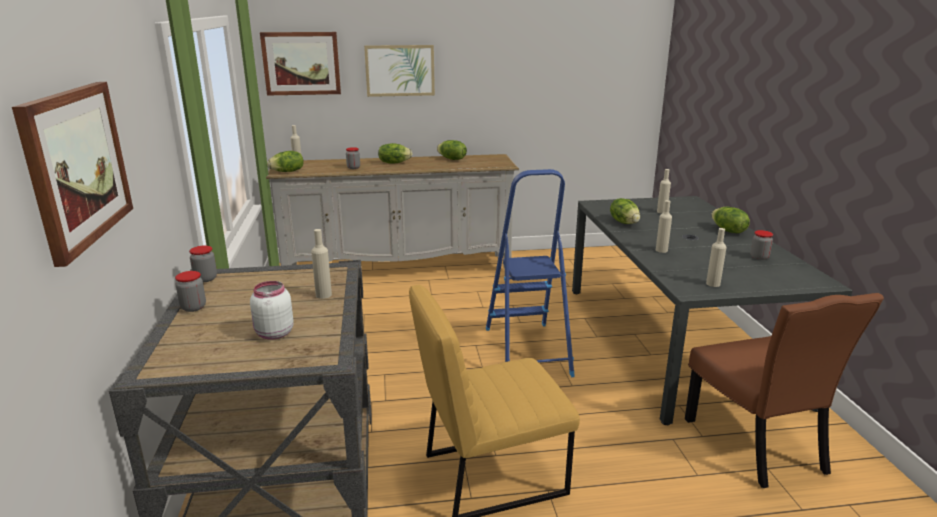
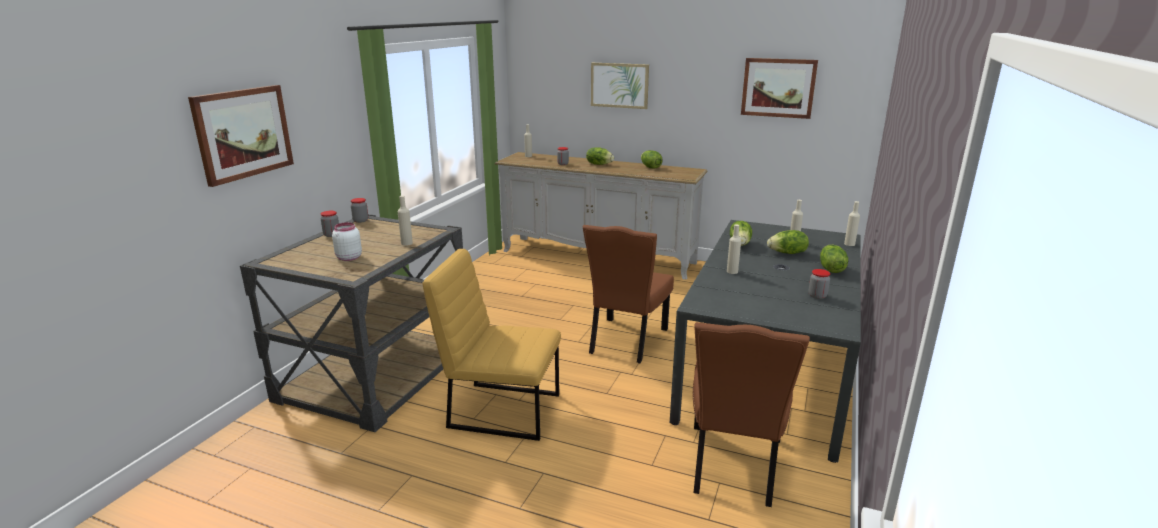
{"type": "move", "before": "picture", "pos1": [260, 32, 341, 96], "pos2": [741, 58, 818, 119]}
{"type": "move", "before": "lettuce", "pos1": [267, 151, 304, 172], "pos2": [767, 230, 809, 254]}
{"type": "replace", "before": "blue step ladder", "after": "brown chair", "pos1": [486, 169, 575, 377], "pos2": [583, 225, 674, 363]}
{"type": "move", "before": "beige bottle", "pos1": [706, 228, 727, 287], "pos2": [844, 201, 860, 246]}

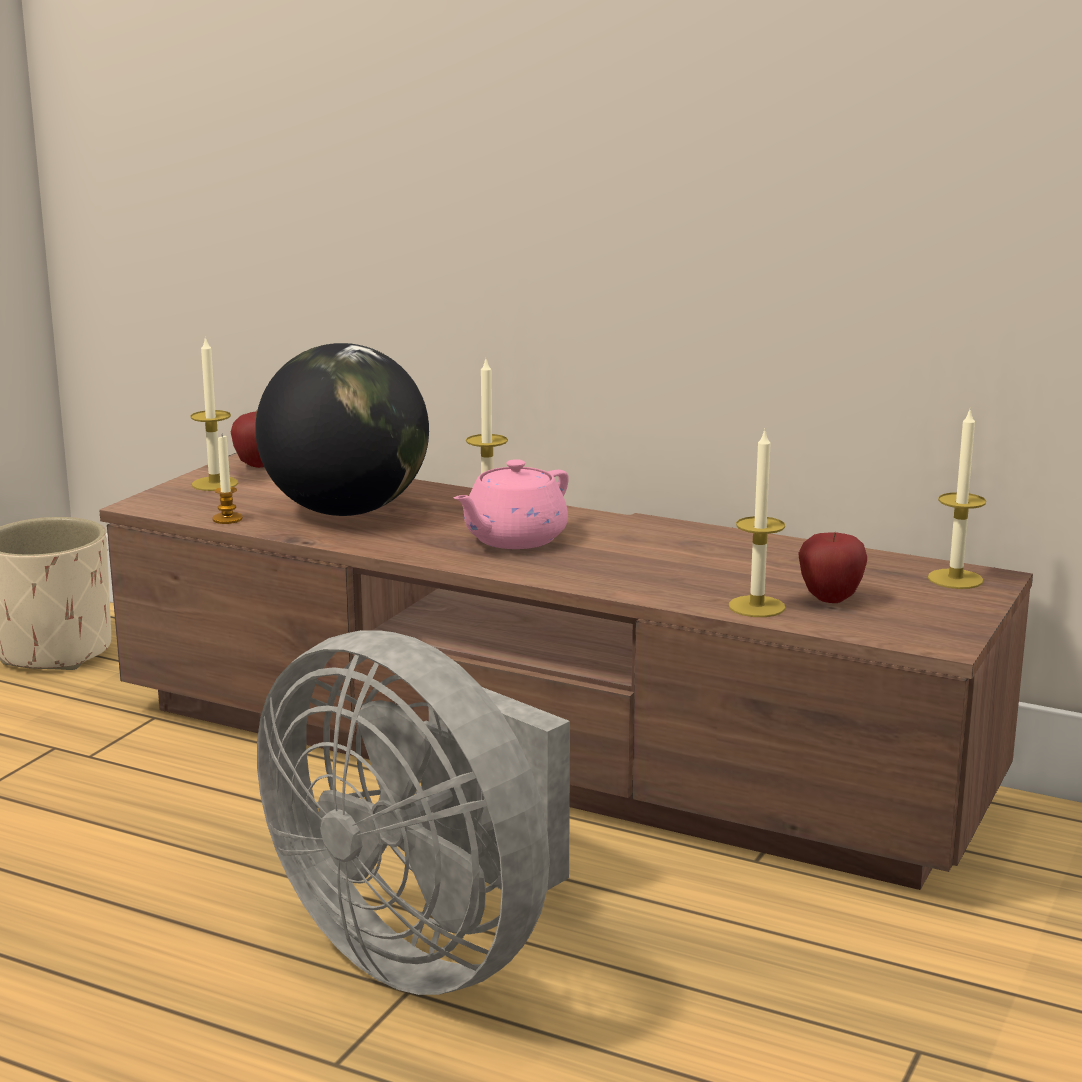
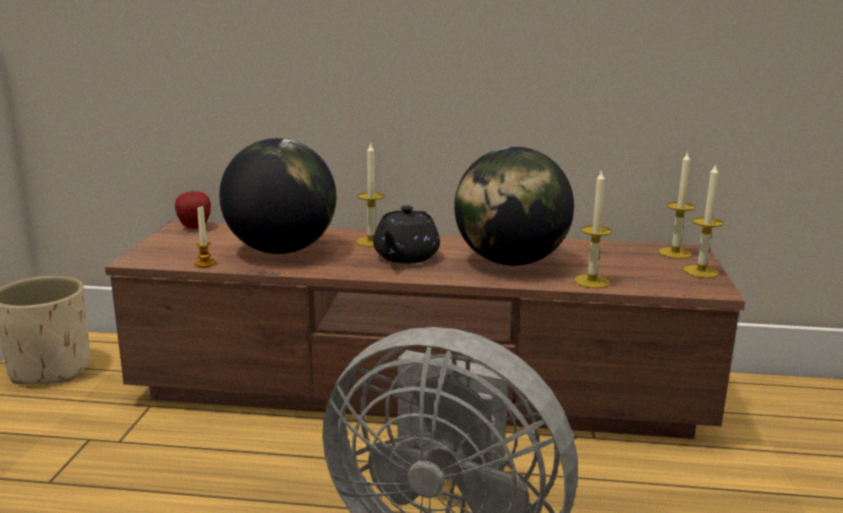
{"type": "move", "before": "candle", "pos1": [190, 336, 238, 491], "pos2": [684, 163, 724, 278]}
{"type": "recolor", "before": "pink teapot", "after": "black teapot", "pos1": [454, 459, 569, 549], "pos2": [373, 206, 440, 263]}
{"type": "delete", "before": "apple", "pos1": [798, 532, 867, 603]}
{"type": "insert", "after": "globe", "pos2": [454, 147, 574, 266]}

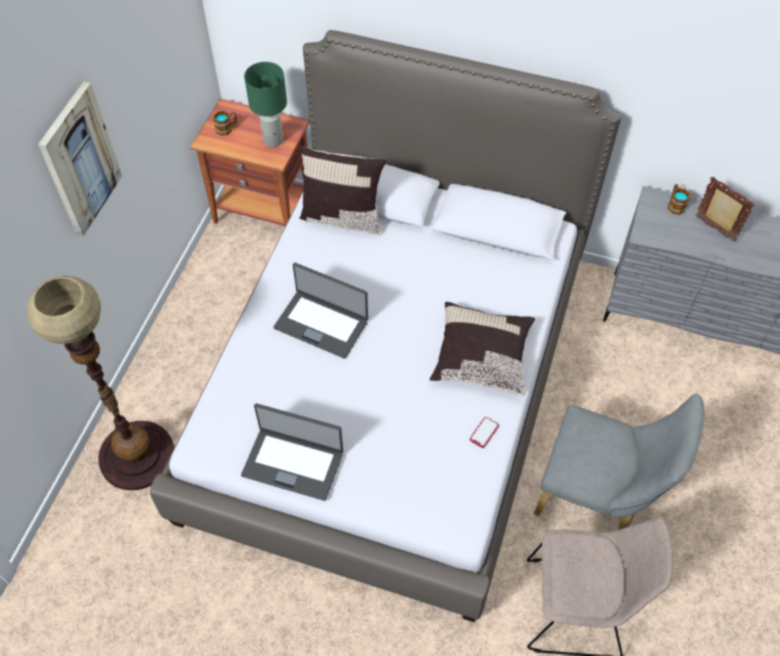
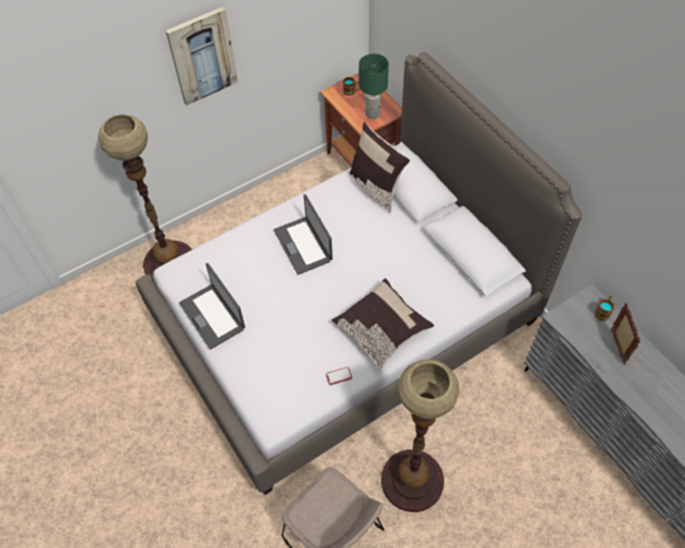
{"type": "replace", "before": "grey chair", "after": "floor lamp", "pos1": [534, 394, 704, 530], "pos2": [381, 359, 459, 512]}

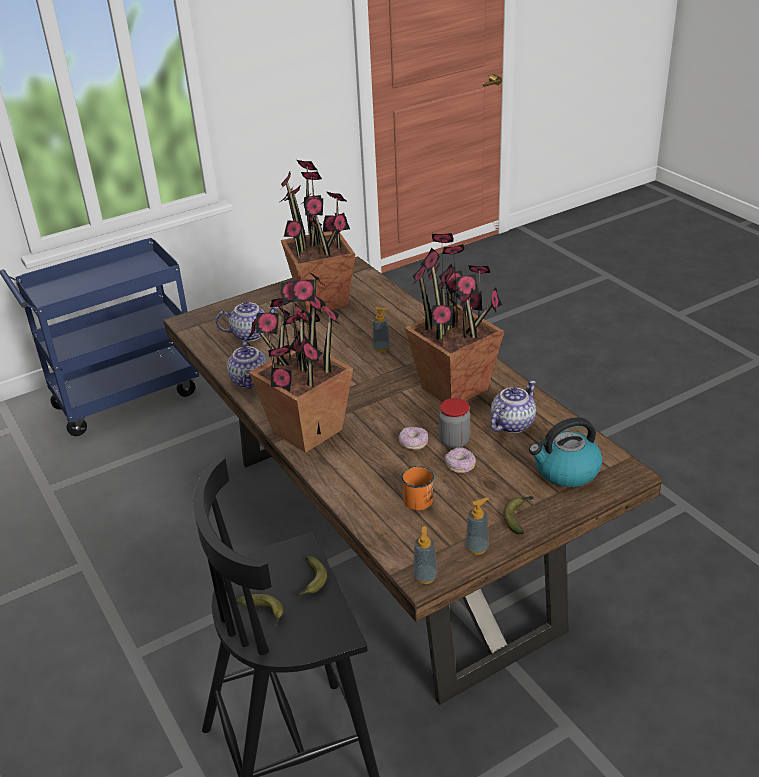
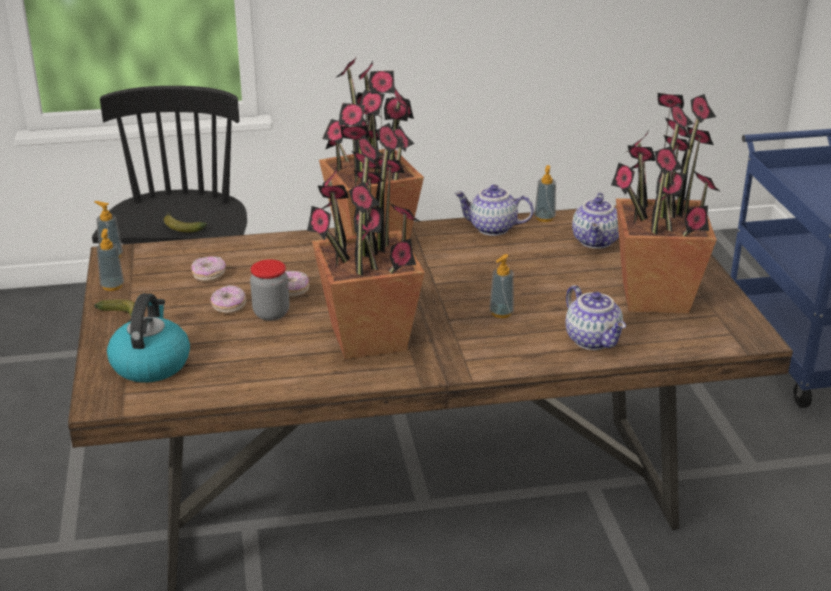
{"type": "delete", "before": "banana", "pos1": [236, 594, 284, 628]}
{"type": "replace", "before": "orange mug", "after": "donut", "pos1": [401, 466, 434, 510], "pos2": [191, 256, 226, 282]}
{"type": "move", "before": "teapot", "pos1": [490, 381, 536, 433], "pos2": [566, 285, 626, 350]}
{"type": "insert", "after": "soap dispenser", "pos2": [534, 165, 556, 222]}

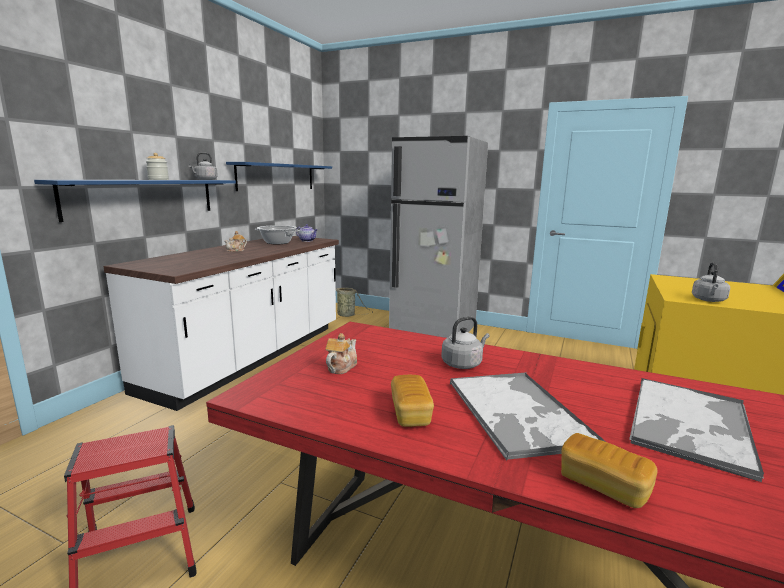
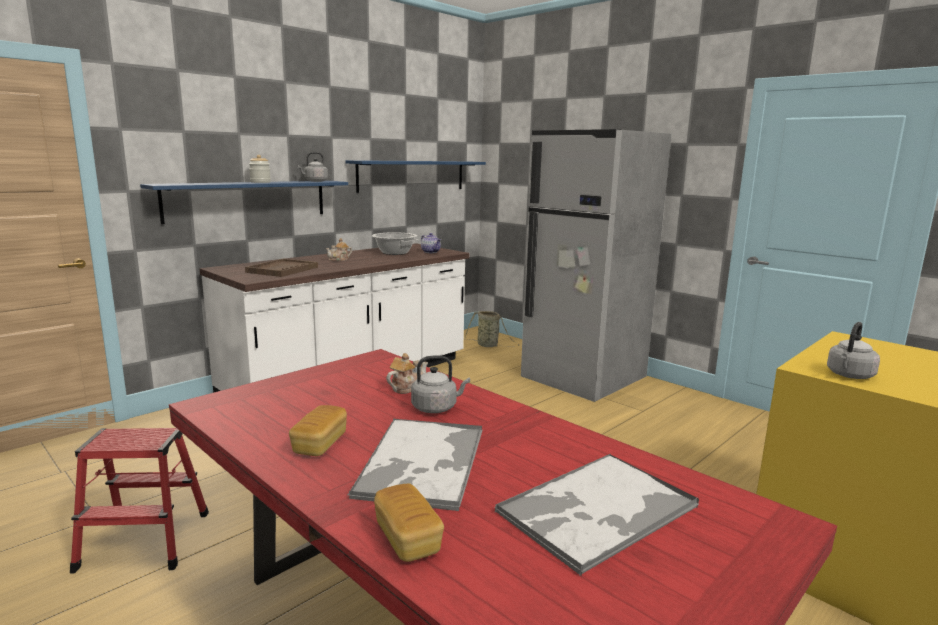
{"type": "move", "before": "teapot", "pos1": [325, 333, 357, 374], "pos2": [386, 353, 428, 394]}
{"type": "insert", "after": "brown tray", "pos2": [245, 258, 318, 277]}

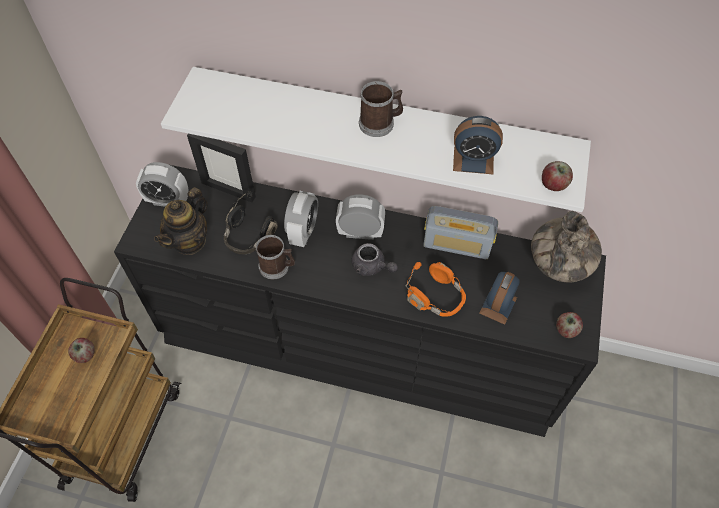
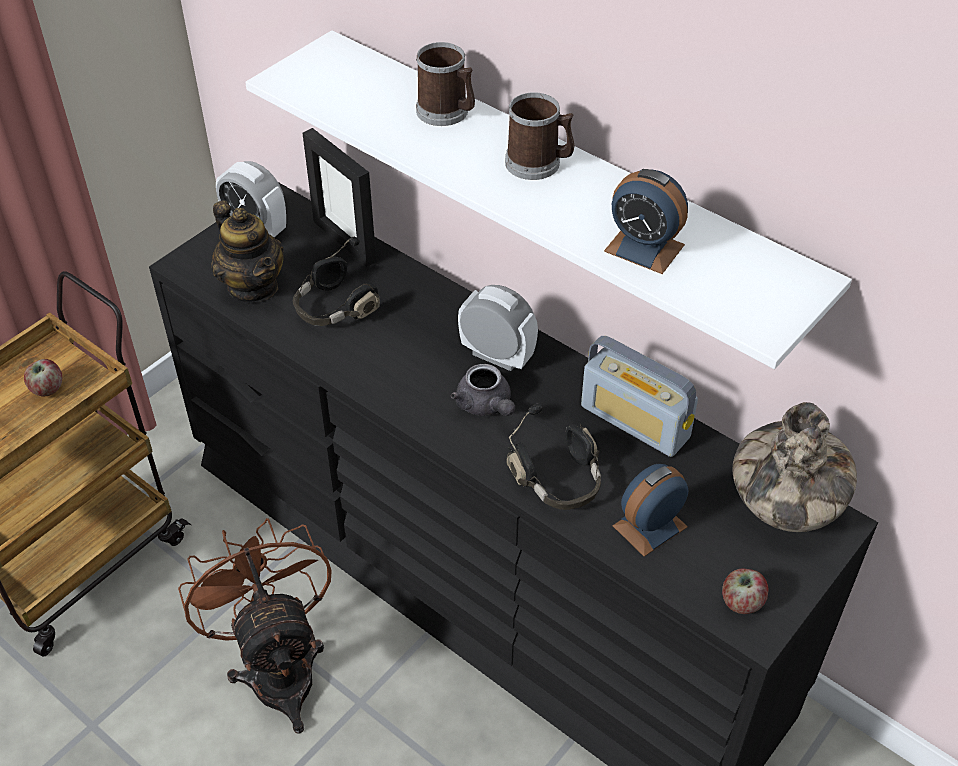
{"type": "rotate", "before": "teapot", "pos1": [154, 187, 208, 255], "pos2": [211, 200, 284, 302], "turn": -90}
{"type": "move", "before": "mug", "pos1": [256, 235, 295, 279], "pos2": [416, 42, 475, 126]}
{"type": "delete", "before": "alarm clock", "pos1": [284, 191, 318, 247]}
{"type": "recolor", "before": "orange headphones", "after": "black headphones", "pos1": [406, 262, 466, 317], "pos2": [506, 404, 601, 510]}
{"type": "delete", "before": "apple", "pos1": [542, 161, 573, 191]}
{"type": "insert", "after": "brown fan", "pos2": [178, 518, 332, 734]}

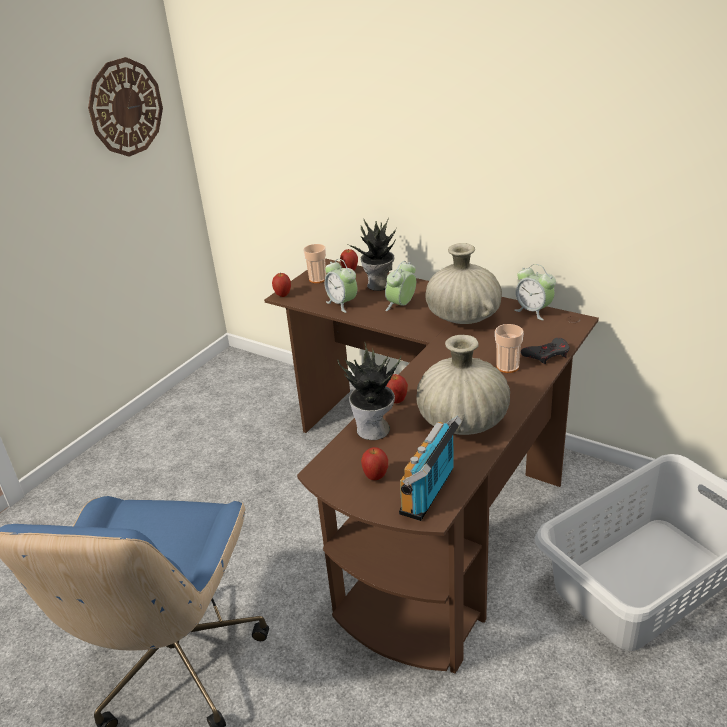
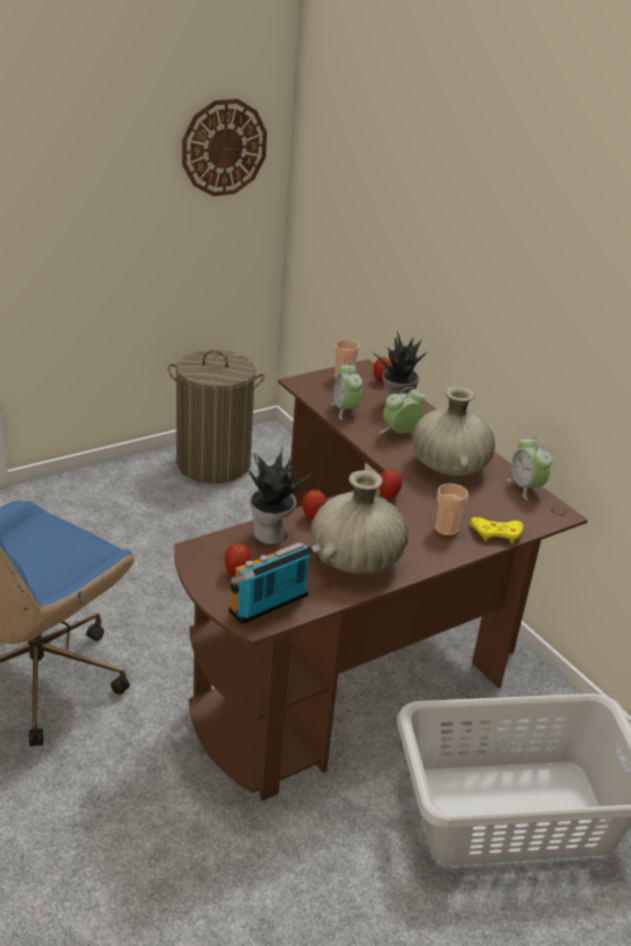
{"type": "move", "before": "apple", "pos1": [272, 273, 291, 297], "pos2": [379, 469, 402, 499]}
{"type": "recolor", "before": "grey game controller", "after": "yellow game controller", "pos1": [521, 338, 570, 364], "pos2": [470, 517, 523, 544]}
{"type": "insert", "after": "laundry basket", "pos2": [168, 350, 265, 484]}

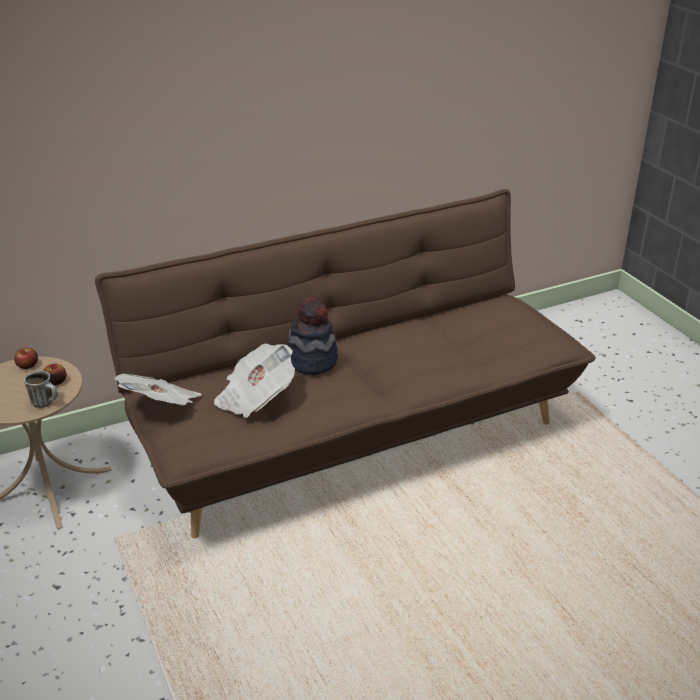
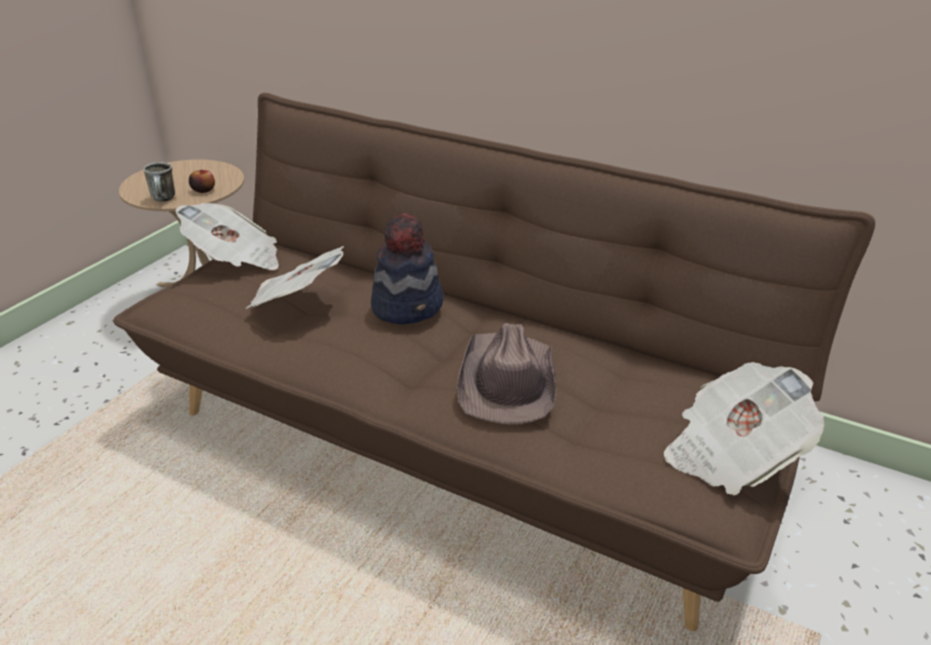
{"type": "delete", "before": "apple", "pos1": [14, 347, 38, 369]}
{"type": "insert", "after": "brown hat", "pos2": [456, 323, 556, 424]}
{"type": "insert", "after": "newspaper", "pos2": [664, 362, 824, 496]}

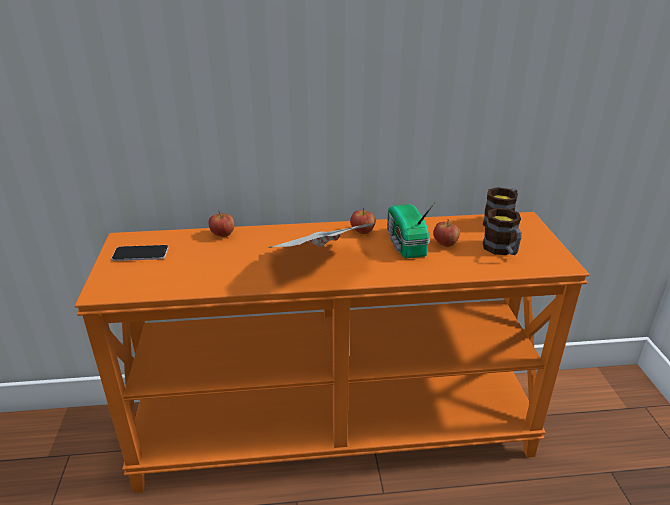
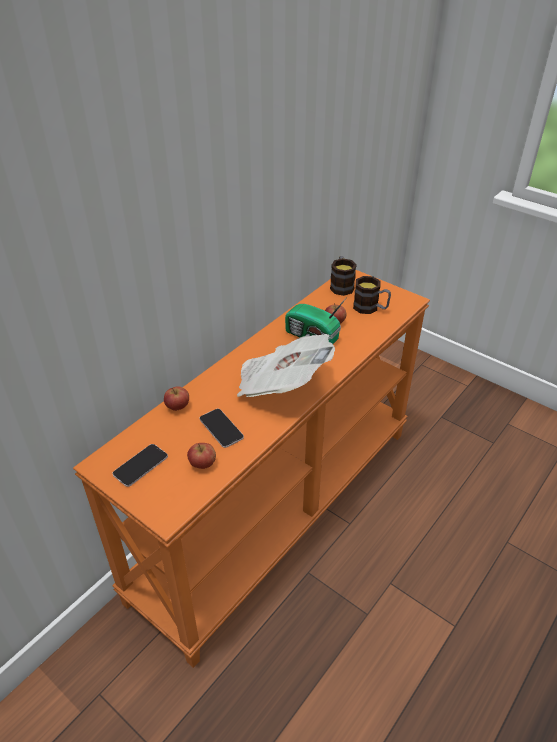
{"type": "move", "before": "apple", "pos1": [350, 208, 375, 234], "pos2": [187, 443, 216, 469]}
{"type": "insert", "after": "phone", "pos2": [200, 409, 244, 448]}

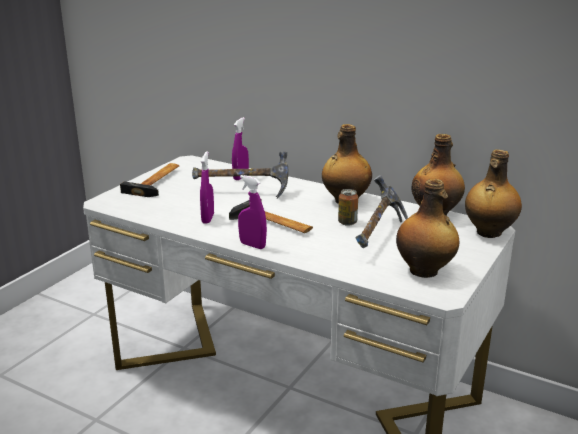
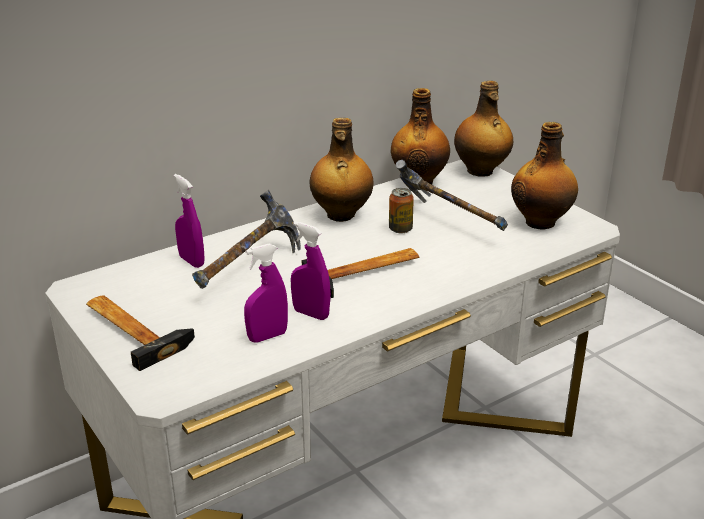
{"type": "move", "before": "purple spray bottle", "pos1": [238, 175, 267, 249], "pos2": [244, 244, 288, 342]}

